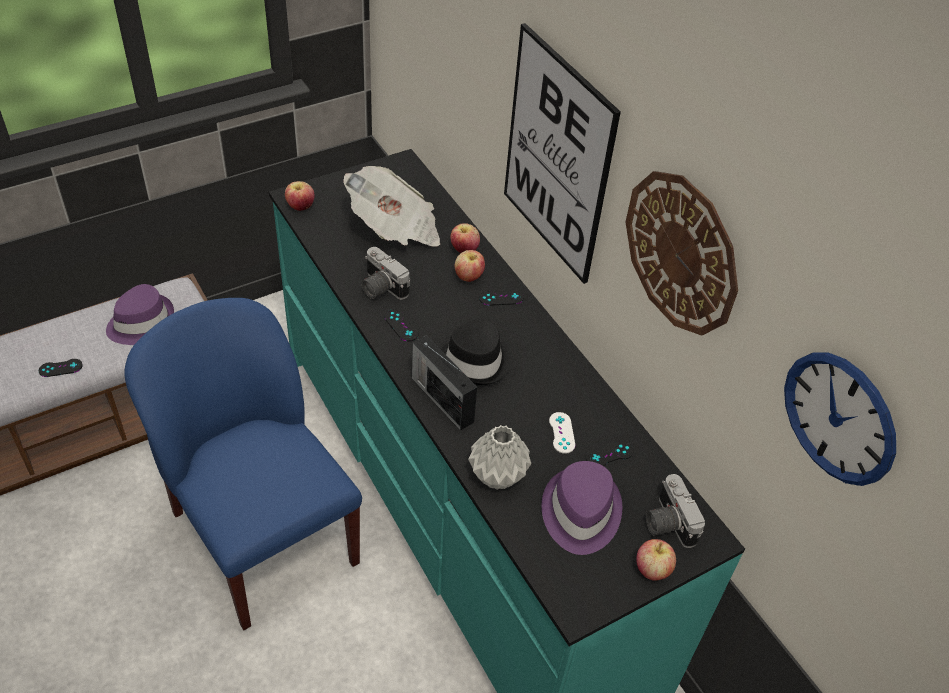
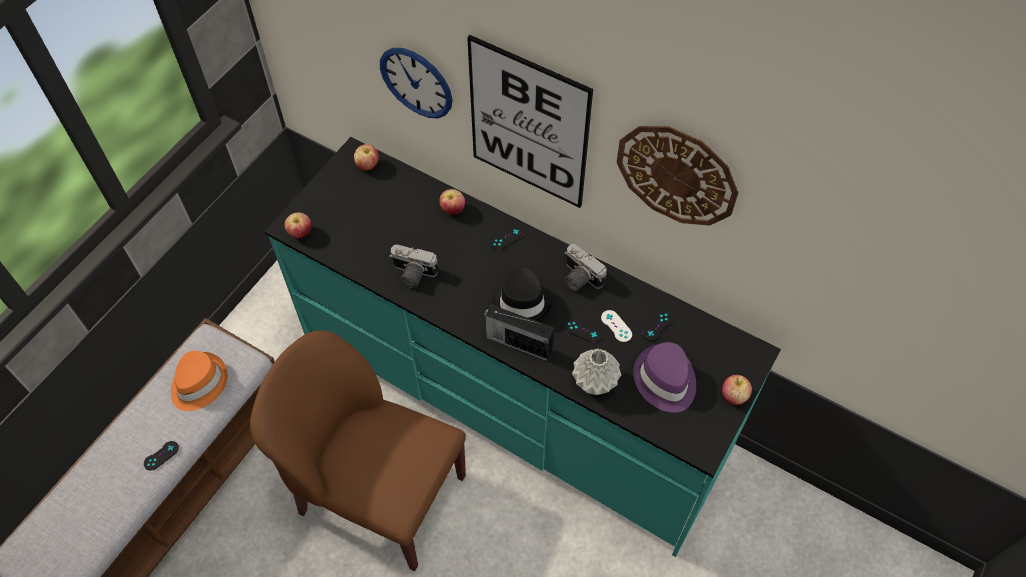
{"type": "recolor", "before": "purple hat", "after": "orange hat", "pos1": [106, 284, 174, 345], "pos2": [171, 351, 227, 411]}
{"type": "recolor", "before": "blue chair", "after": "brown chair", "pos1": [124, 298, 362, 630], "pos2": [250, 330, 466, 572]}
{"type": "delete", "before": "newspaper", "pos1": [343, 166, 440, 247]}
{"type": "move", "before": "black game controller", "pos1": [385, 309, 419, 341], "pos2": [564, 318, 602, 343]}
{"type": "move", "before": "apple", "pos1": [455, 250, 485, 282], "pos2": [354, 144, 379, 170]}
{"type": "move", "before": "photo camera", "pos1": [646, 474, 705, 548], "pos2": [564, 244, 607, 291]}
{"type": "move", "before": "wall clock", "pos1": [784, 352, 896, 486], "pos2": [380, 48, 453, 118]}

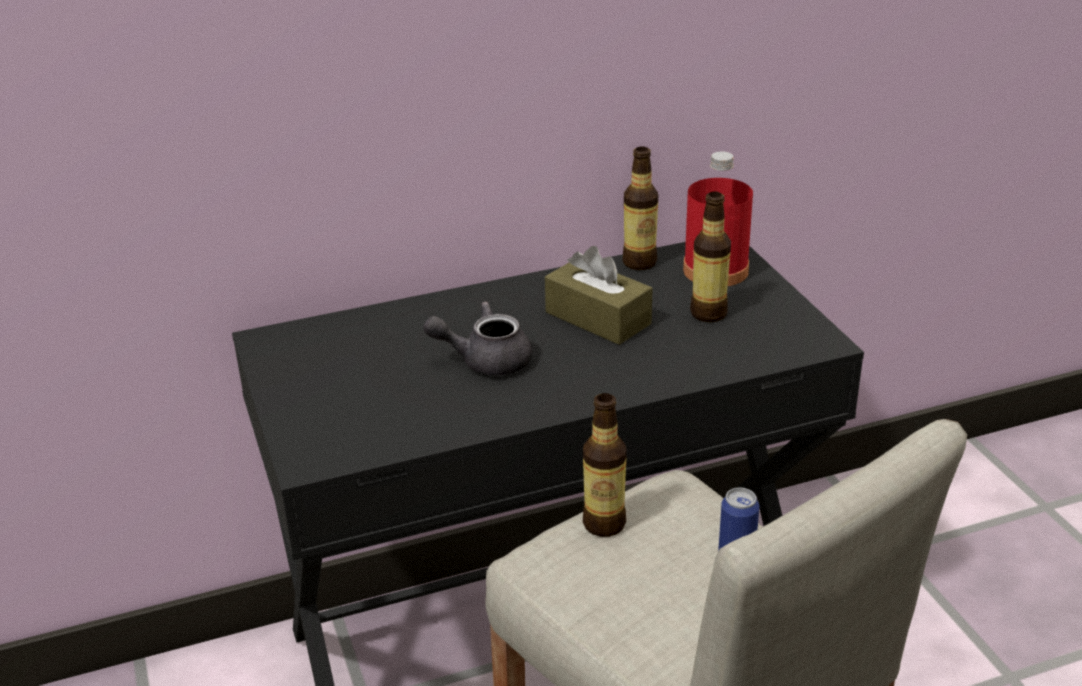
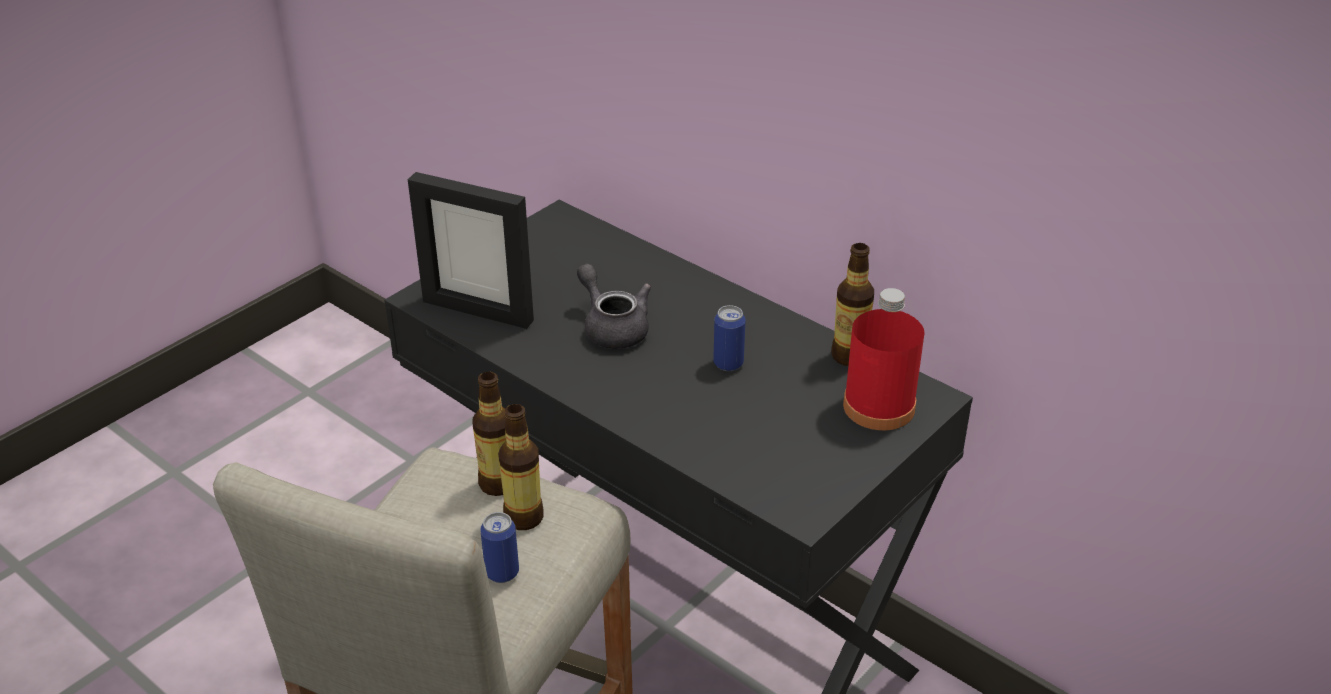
{"type": "replace", "before": "brown tissue box", "after": "can", "pos1": [545, 246, 653, 345], "pos2": [713, 305, 746, 371]}
{"type": "move", "before": "bottle", "pos1": [690, 192, 731, 322], "pos2": [498, 404, 543, 530]}
{"type": "insert", "after": "picture frame", "pos2": [408, 172, 534, 329]}

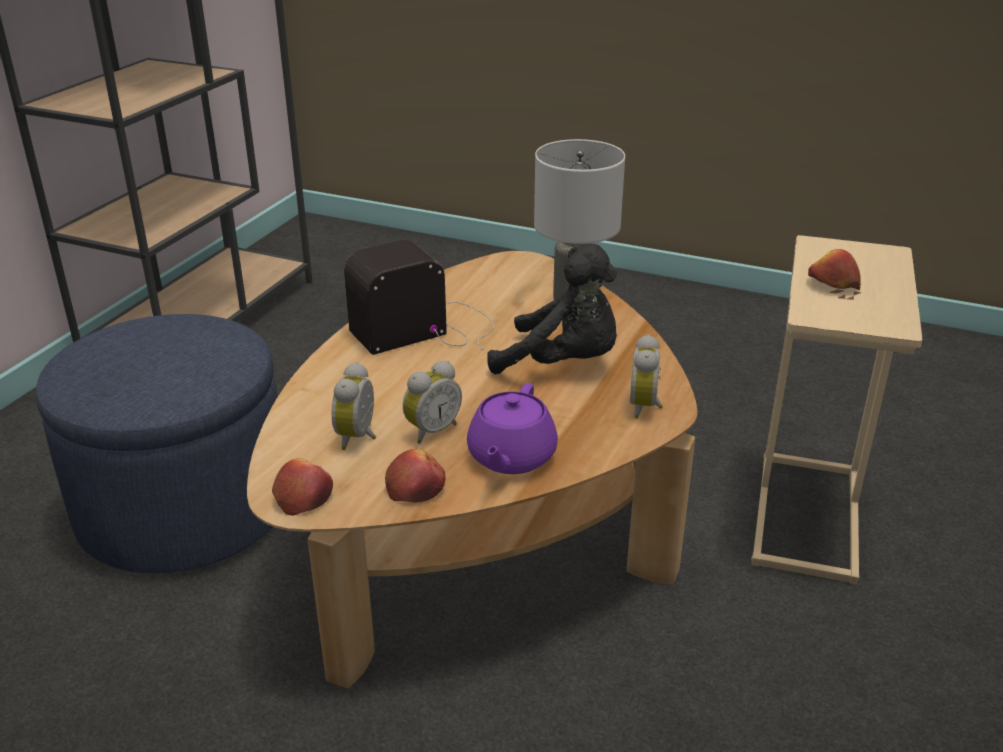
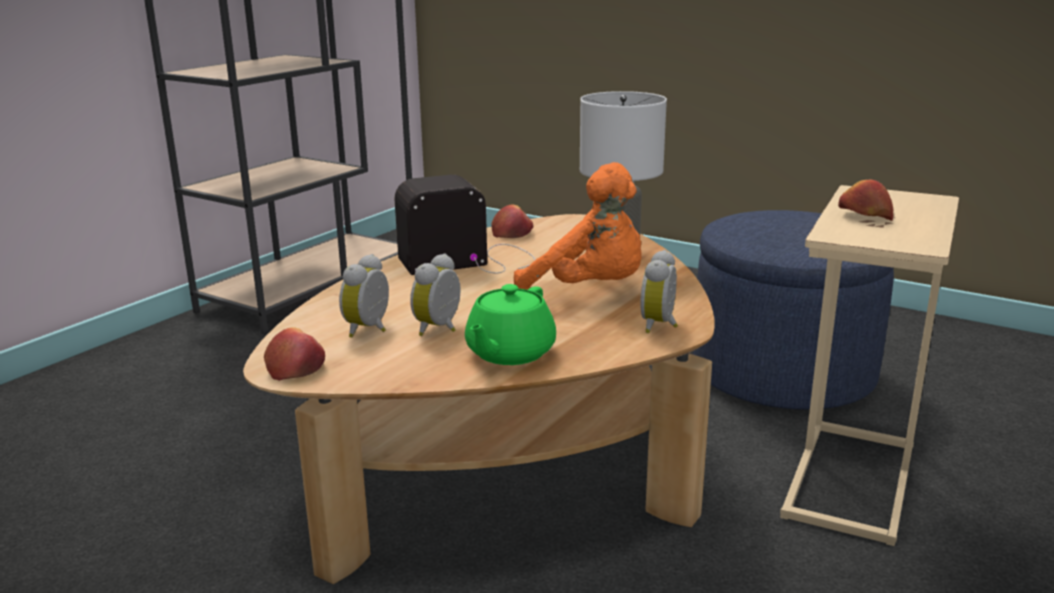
{"type": "move", "before": "blue ottoman", "pos1": [36, 314, 278, 573], "pos2": [693, 210, 894, 410]}
{"type": "move", "before": "apple", "pos1": [385, 449, 446, 503], "pos2": [491, 205, 533, 238]}
{"type": "rotate", "before": "alarm clock", "pos1": [403, 360, 462, 444], "pos2": [410, 253, 461, 336], "turn": 150}
{"type": "recolor", "before": "purple teapot", "after": "green teapot", "pos1": [467, 383, 558, 474], "pos2": [465, 284, 556, 365]}
{"type": "recolor", "before": "black plush toy", "after": "orange plush toy", "pos1": [488, 243, 617, 374], "pos2": [514, 162, 642, 290]}

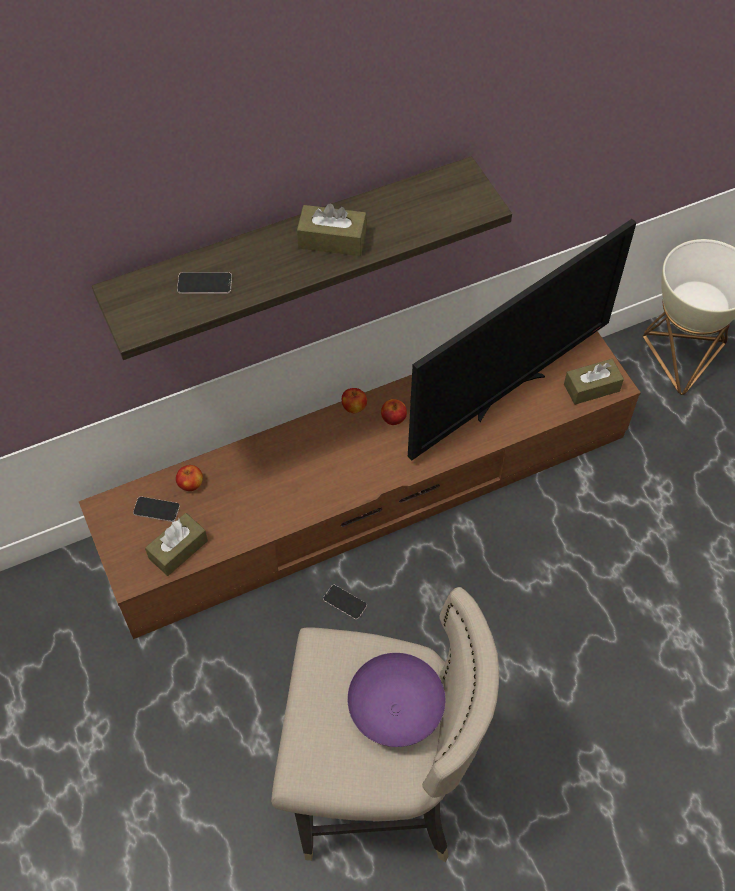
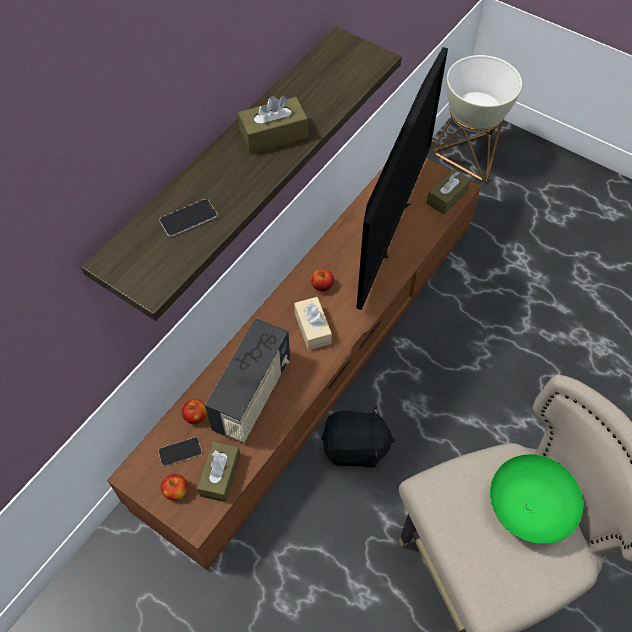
{"type": "replace", "before": "phone", "after": "black plush toy", "pos1": [323, 585, 367, 619], "pos2": [321, 406, 396, 467]}
{"type": "move", "before": "apple", "pos1": [342, 388, 367, 413], "pos2": [161, 474, 188, 501]}
{"type": "recolor", "before": "purple bowl", "after": "green bowl", "pos1": [347, 653, 445, 747], "pos2": [490, 454, 583, 544]}
{"type": "insert", "after": "radio", "pos2": [205, 318, 290, 444]}
{"type": "insert", "after": "beige tissue box", "pos2": [294, 297, 332, 350]}

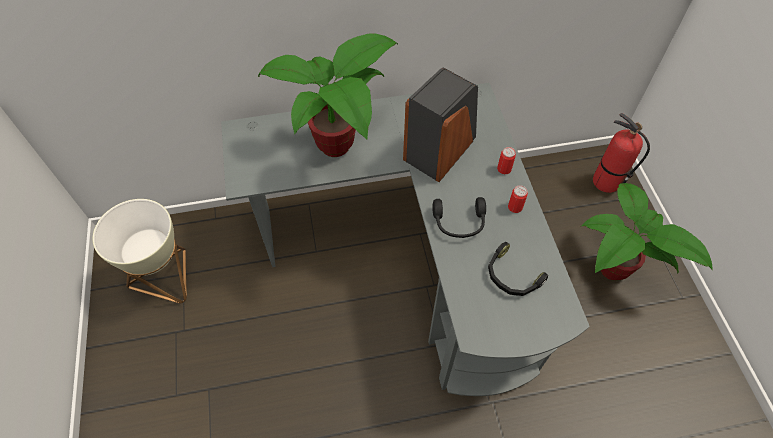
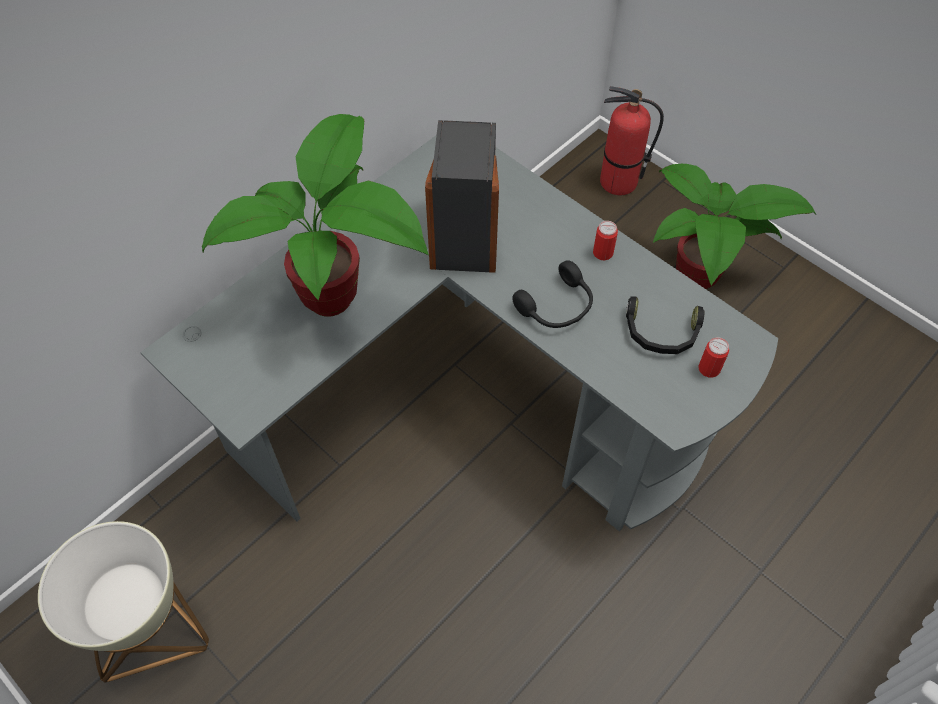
{"type": "move", "before": "can", "pos1": [497, 147, 516, 174], "pos2": [698, 337, 729, 378]}

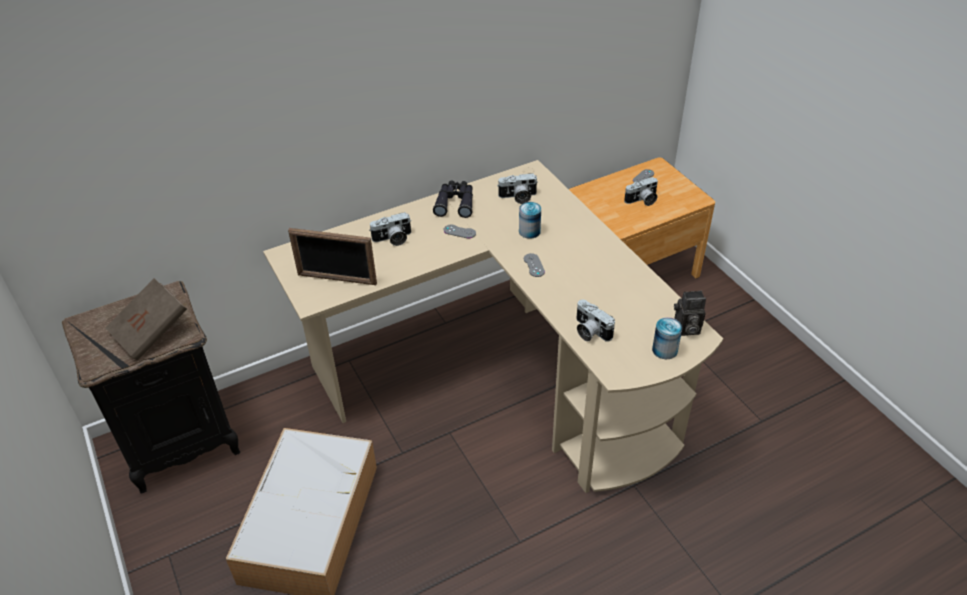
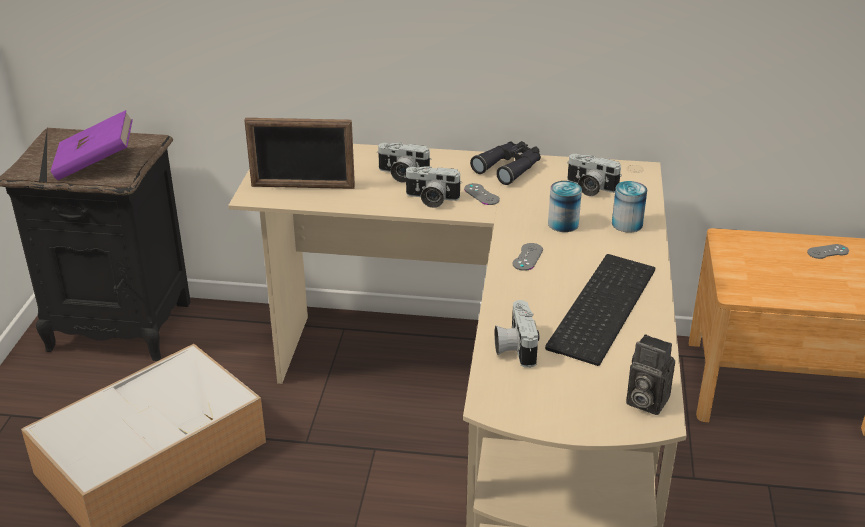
{"type": "recolor", "before": "brown book", "after": "purple book", "pos1": [105, 278, 187, 360], "pos2": [51, 110, 133, 180]}
{"type": "rotate", "before": "picture frame", "pos1": [288, 228, 377, 285], "pos2": [244, 118, 355, 189], "turn": -45}
{"type": "move", "before": "photo camera", "pos1": [624, 177, 658, 206], "pos2": [404, 166, 462, 208]}
{"type": "move", "before": "can", "pos1": [652, 317, 682, 359], "pos2": [612, 181, 647, 233]}
{"type": "insert", "after": "keyboard", "pos2": [545, 254, 655, 366]}

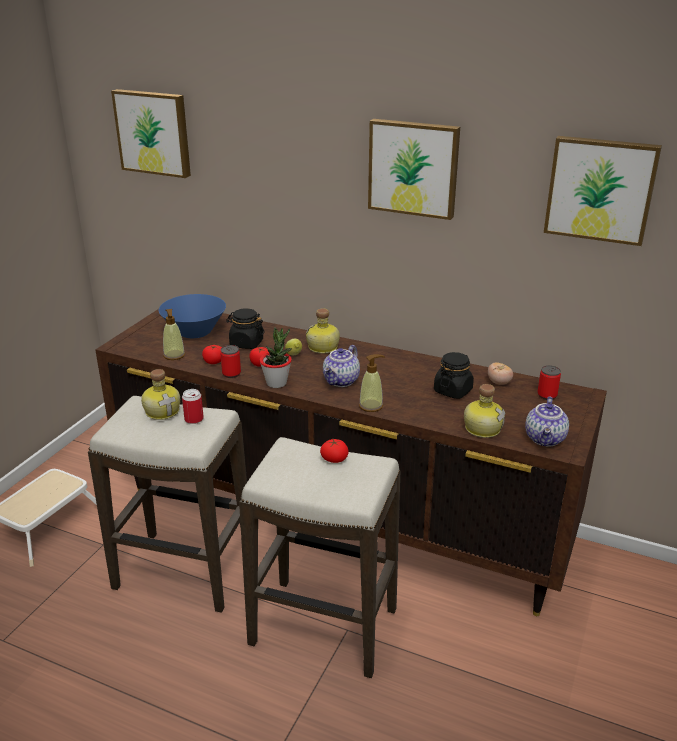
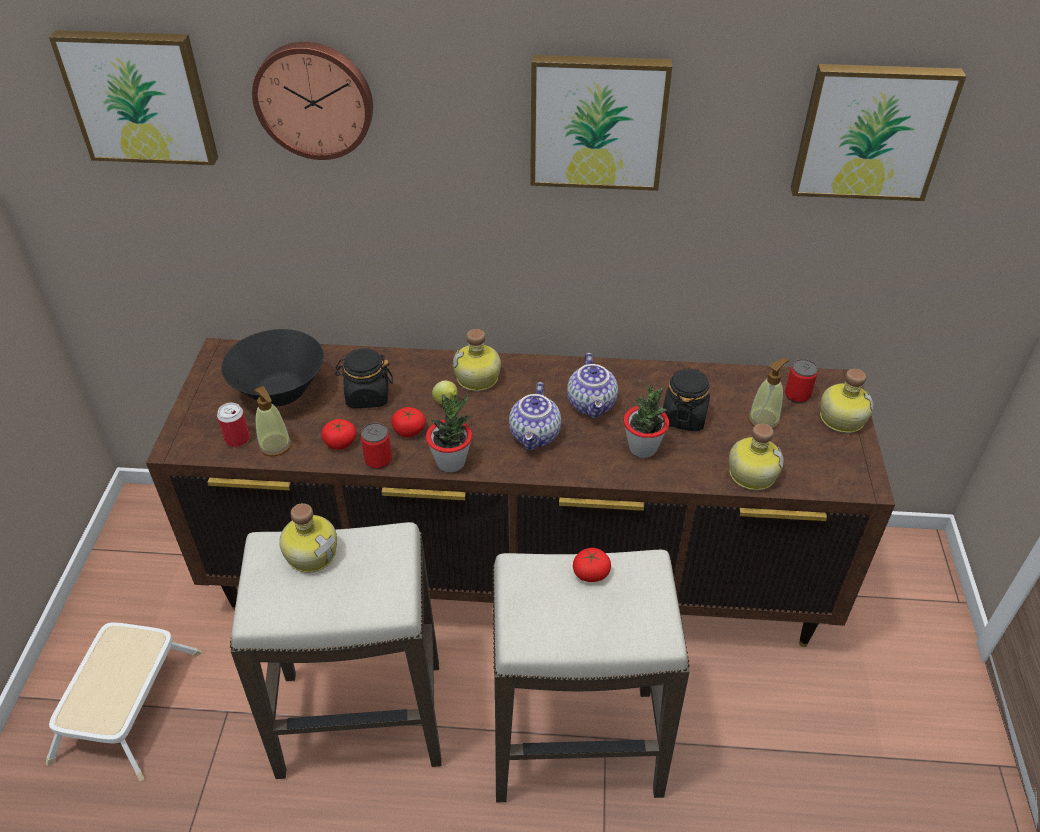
{"type": "recolor", "before": "blue bowl", "after": "black bowl", "pos1": [159, 294, 226, 338], "pos2": [221, 329, 324, 406]}
{"type": "move", "before": "can", "pos1": [182, 389, 204, 424], "pos2": [217, 403, 250, 447]}
{"type": "move", "before": "soap dispenser", "pos1": [359, 354, 385, 412], "pos2": [748, 358, 790, 429]}
{"type": "delete", "before": "tomato", "pos1": [488, 362, 513, 385]}
{"type": "move", "before": "teapot", "pos1": [525, 396, 569, 447], "pos2": [567, 353, 618, 418]}
{"type": "insert", "after": "wall clock", "pos2": [252, 42, 373, 160]}
{"type": "insert", "after": "potted plant", "pos2": [623, 385, 669, 458]}
{"type": "insert", "after": "bottle", "pos2": [820, 369, 874, 433]}

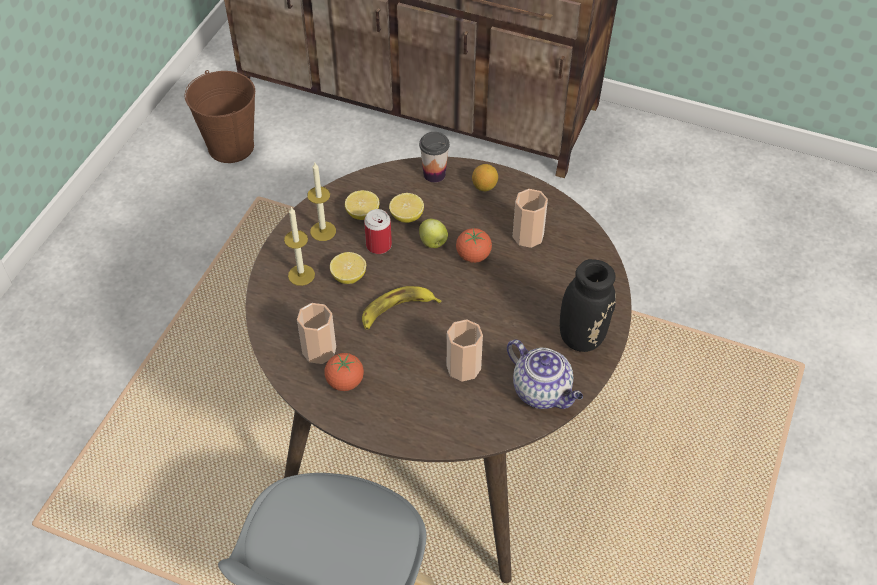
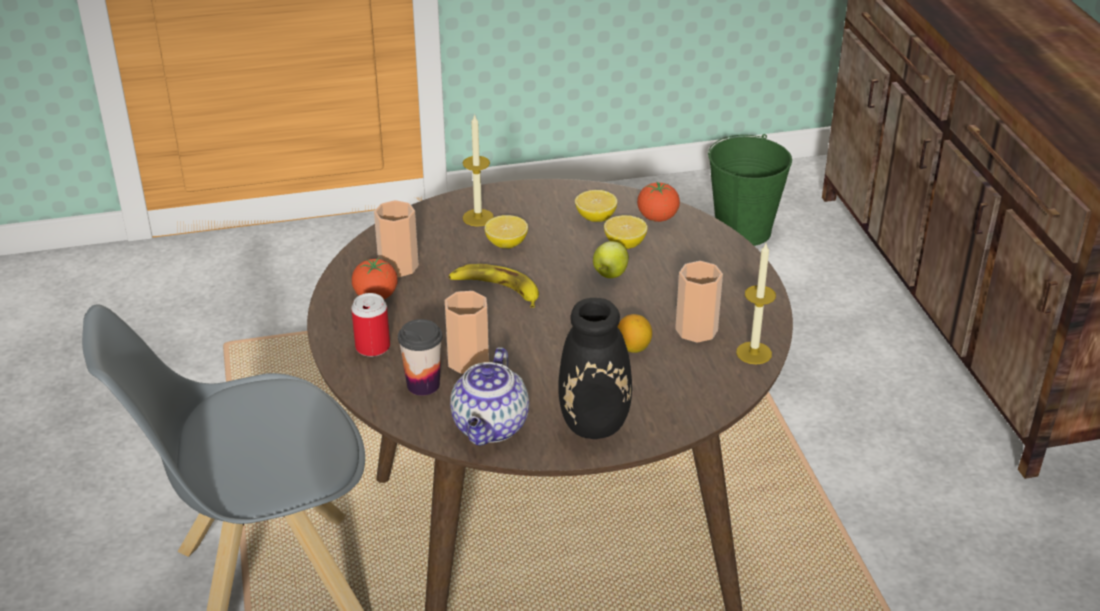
{"type": "recolor", "before": "brown bucket", "after": "green bucket", "pos1": [185, 70, 255, 163], "pos2": [708, 134, 792, 246]}
{"type": "move", "before": "candle", "pos1": [307, 163, 336, 241], "pos2": [736, 243, 776, 365]}
{"type": "move", "before": "can", "pos1": [364, 209, 392, 254], "pos2": [351, 293, 390, 357]}
{"type": "move", "before": "cup", "pos1": [419, 132, 450, 182], "pos2": [398, 319, 443, 396]}
{"type": "move", "before": "tomato", "pos1": [456, 228, 492, 263], "pos2": [637, 182, 680, 222]}
{"type": "move", "before": "lemon", "pos1": [472, 164, 498, 191], "pos2": [618, 314, 652, 353]}

